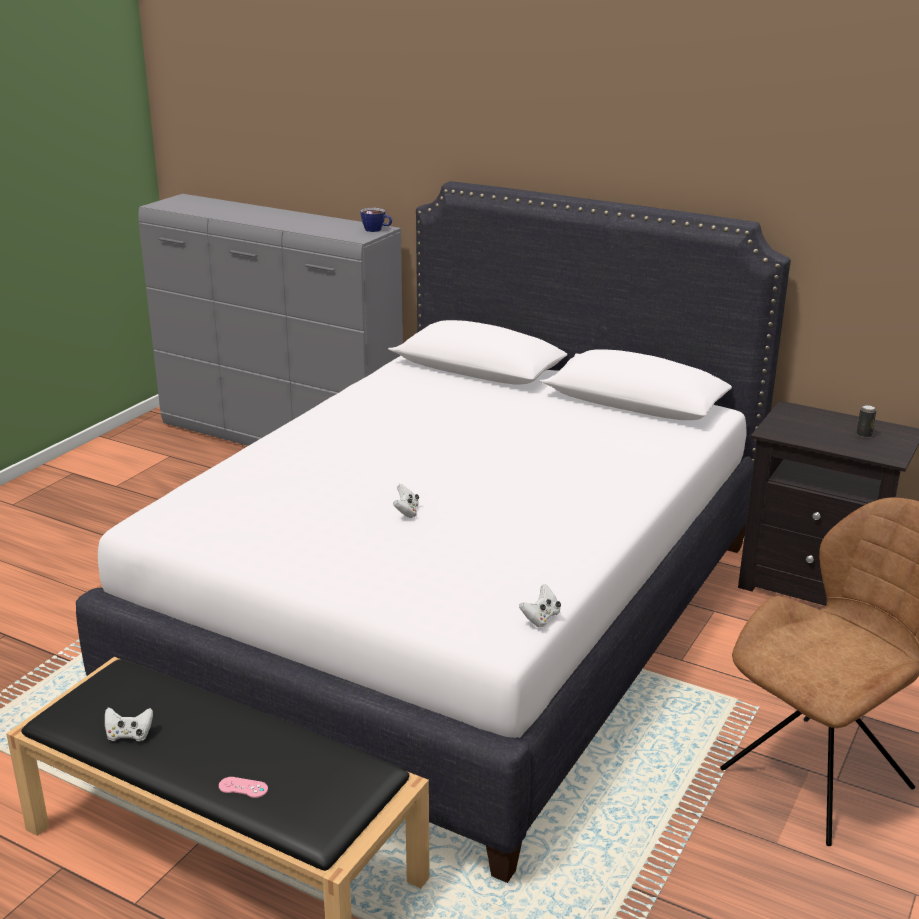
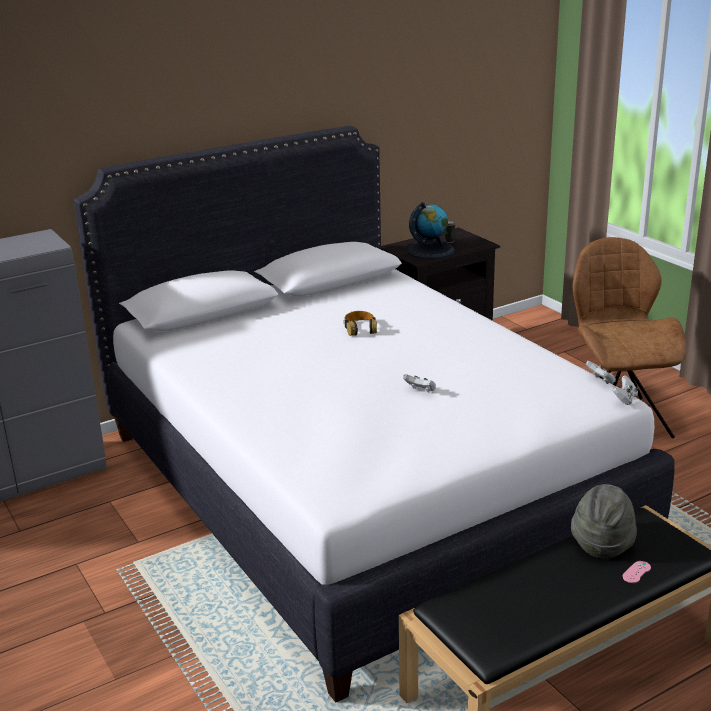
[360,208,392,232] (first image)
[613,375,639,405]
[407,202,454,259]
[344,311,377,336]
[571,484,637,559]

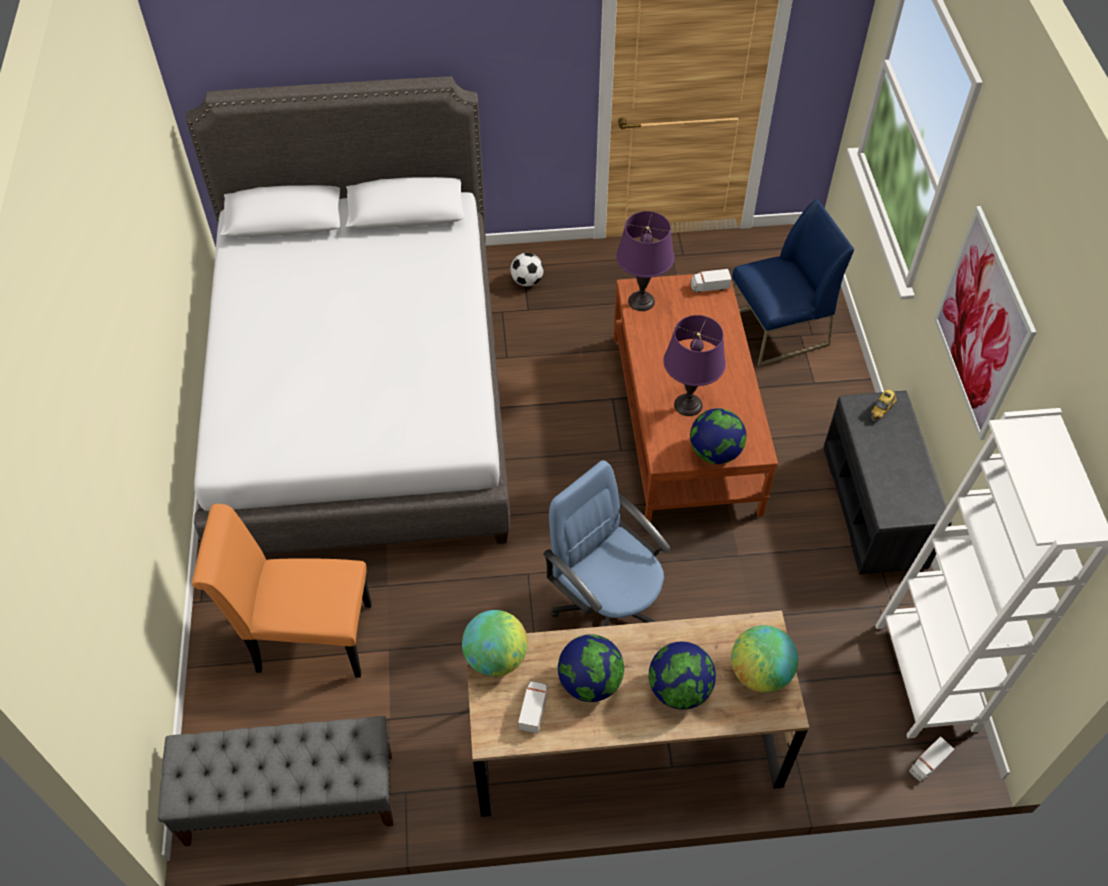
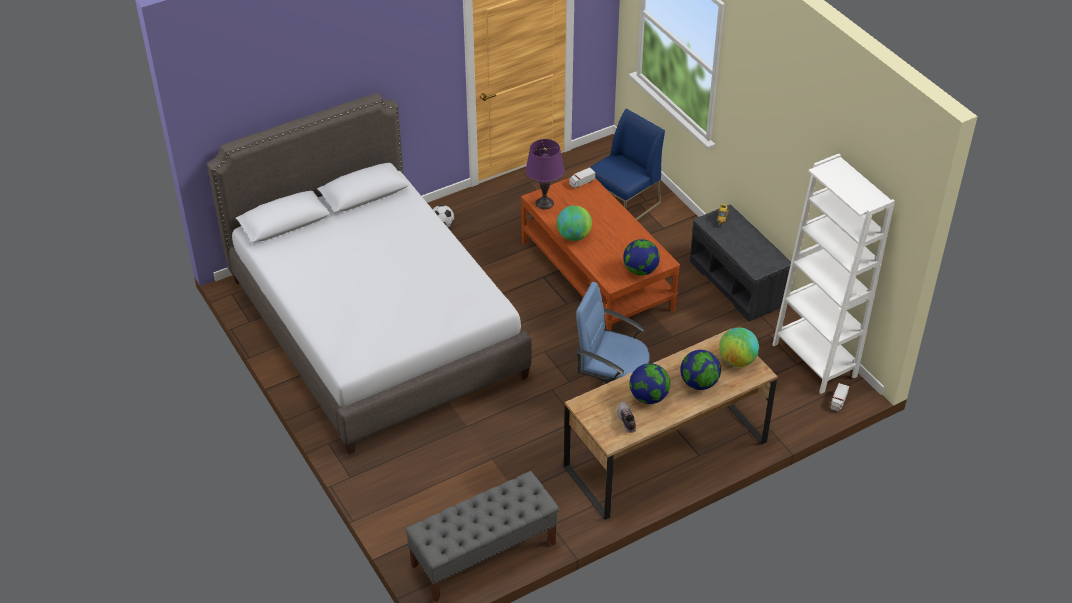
[934,206,1036,440] (first image)
[664,315,726,416] (first image)
[192,504,372,678] (first image)
[557,205,592,241]
[617,401,636,433]

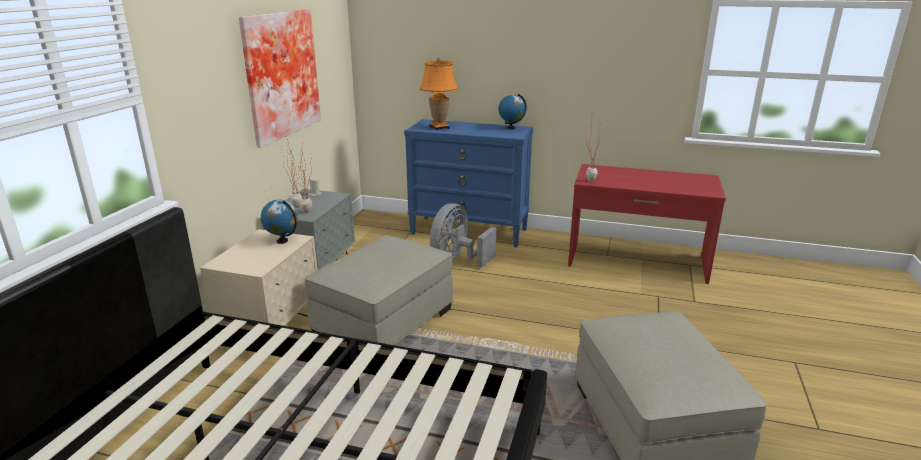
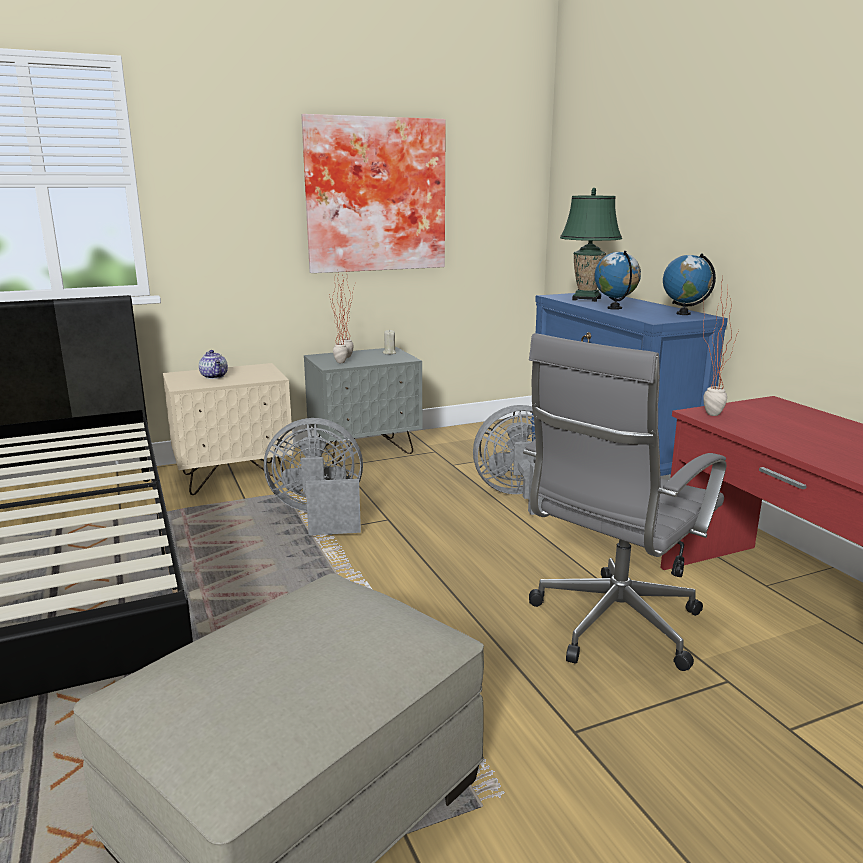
[560,188,622,302]
[594,251,641,310]
[264,418,363,535]
[523,333,726,671]
[199,350,228,379]

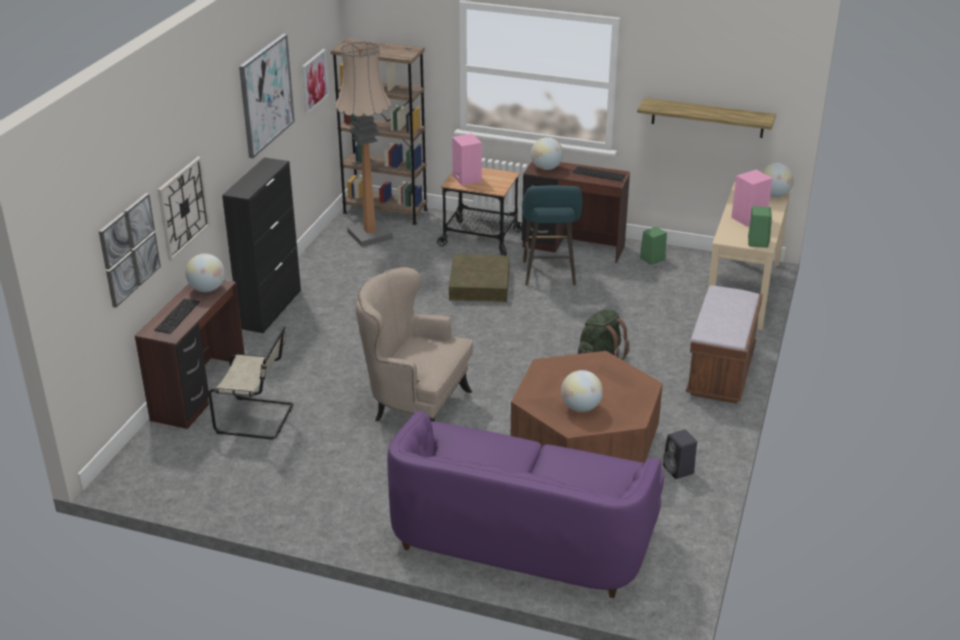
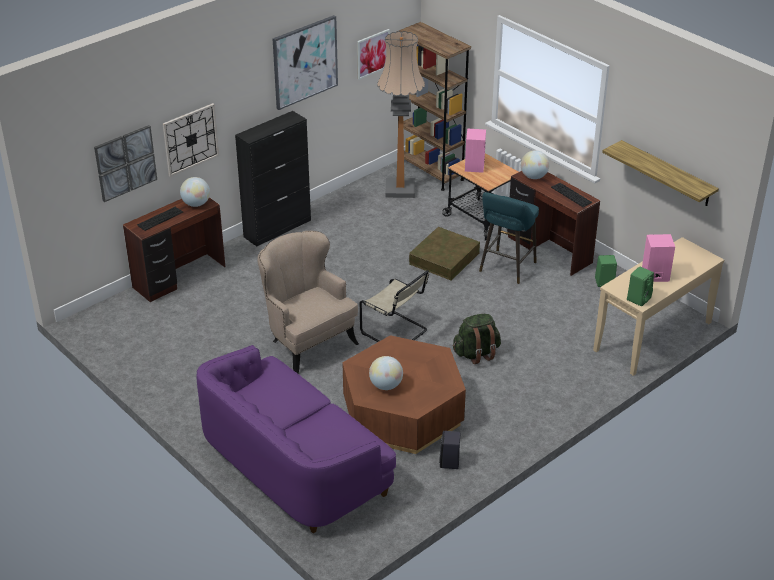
[762,163,794,197] (first image)
[686,286,763,404] (first image)
[360,270,429,342]

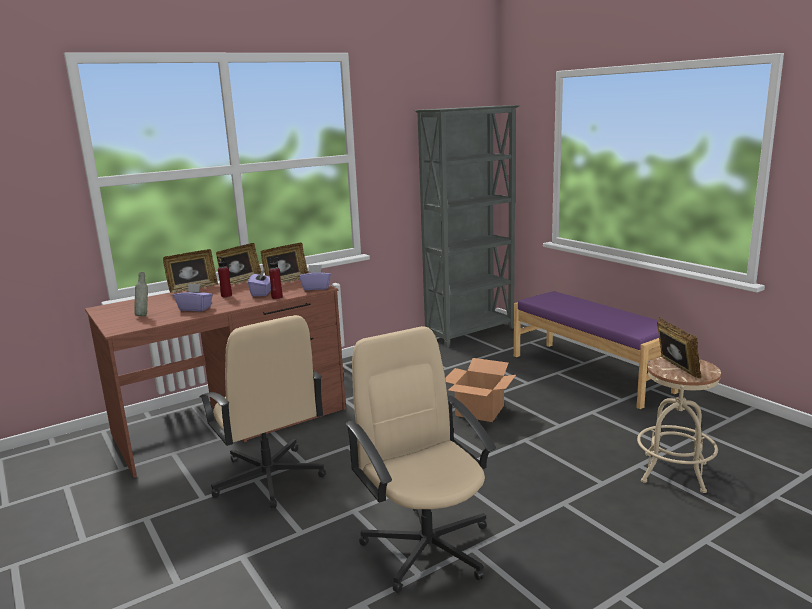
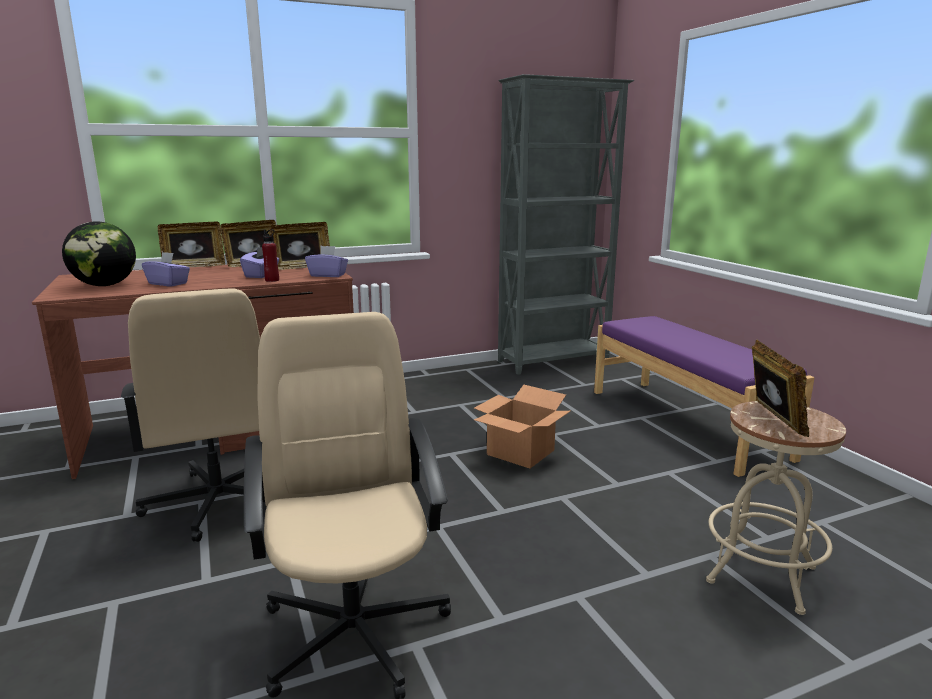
[217,257,232,297] (first image)
[62,221,136,286]

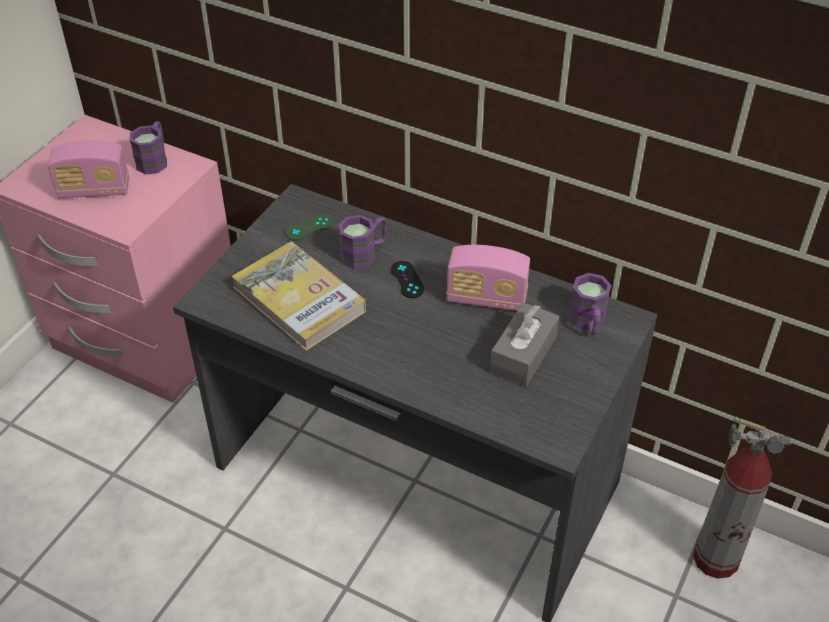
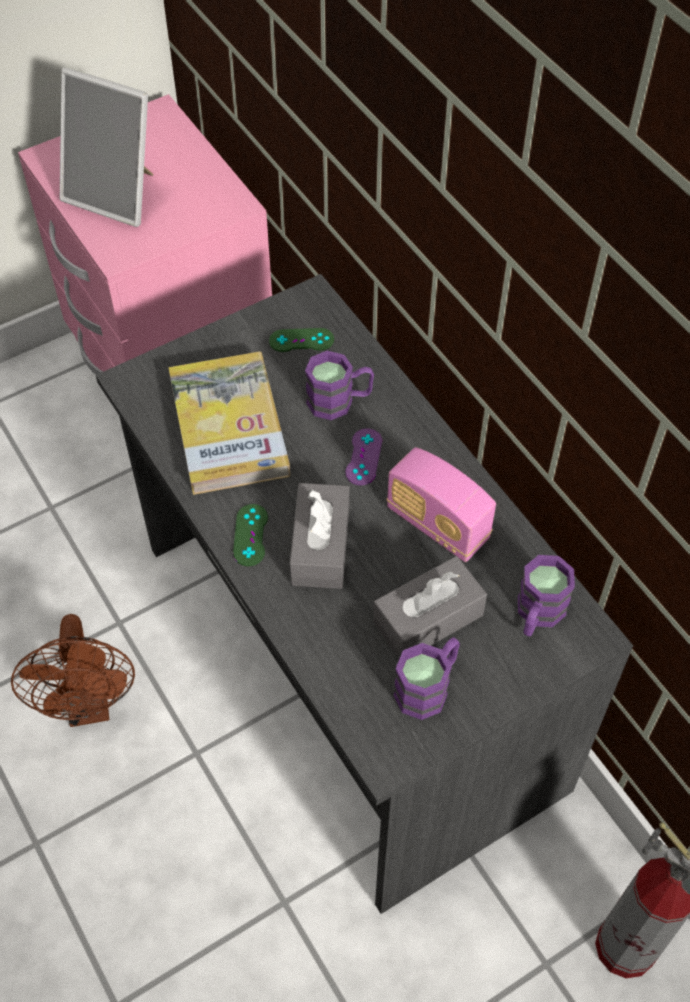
[394,637,460,720]
[60,67,153,227]
[345,429,382,485]
[290,483,350,589]
[233,504,268,566]
[11,614,135,727]

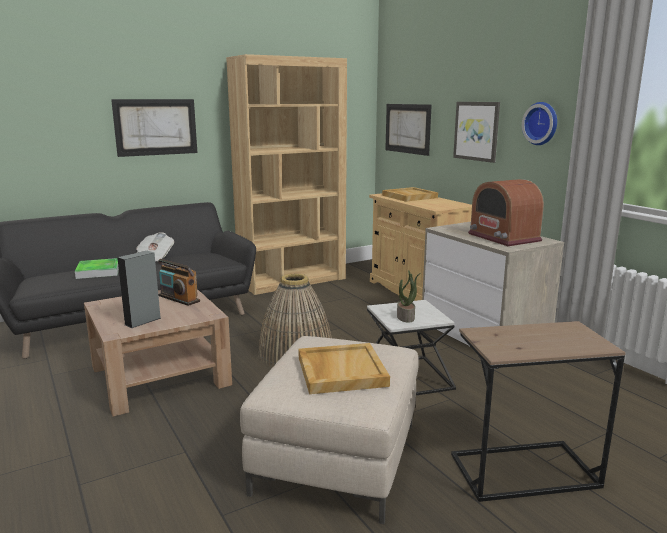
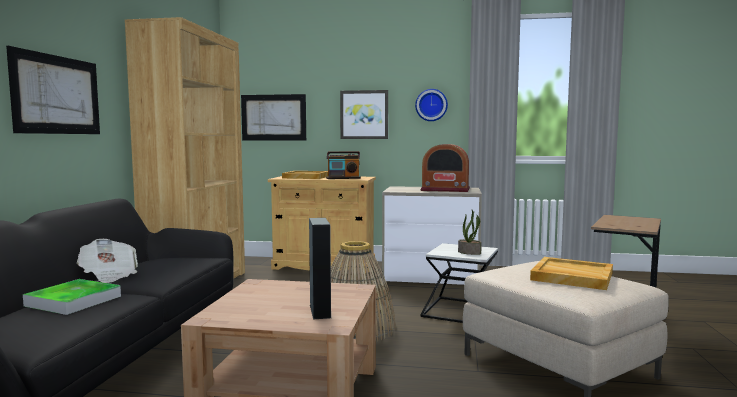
[326,151,361,179]

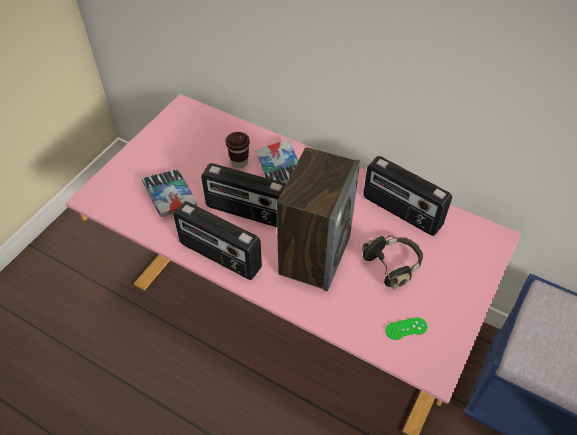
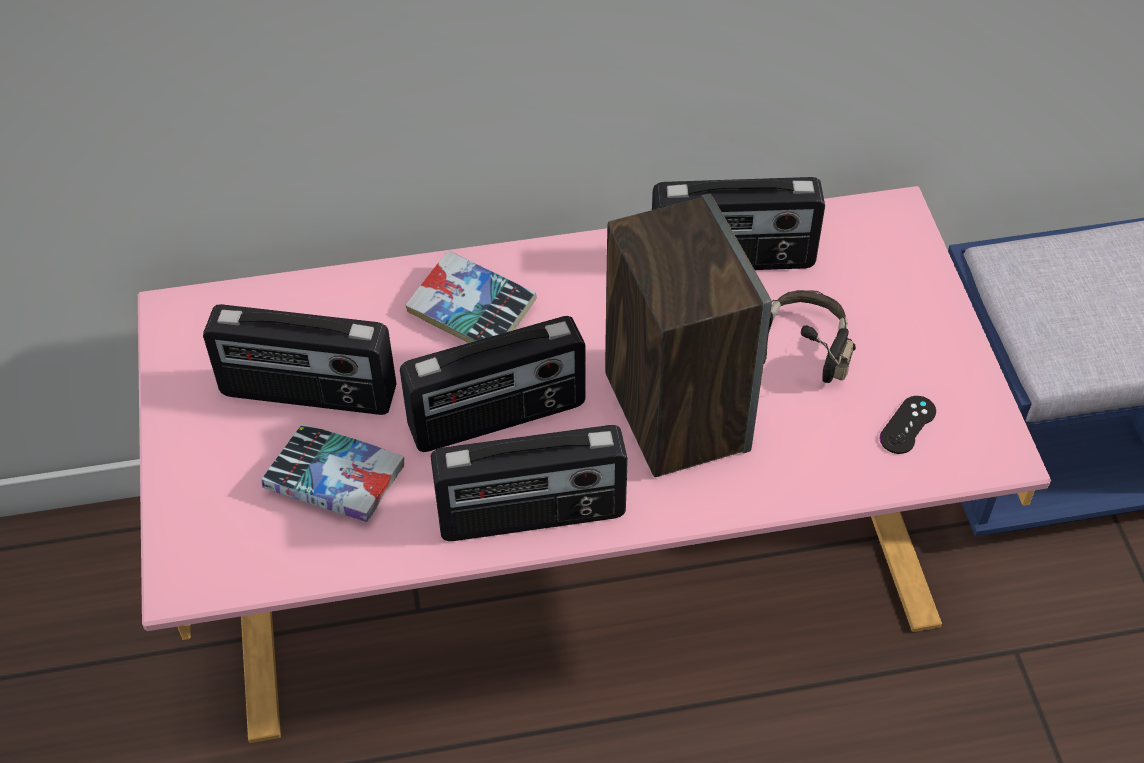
[226,132,250,168] (first image)
[880,396,936,454]
[203,304,397,415]

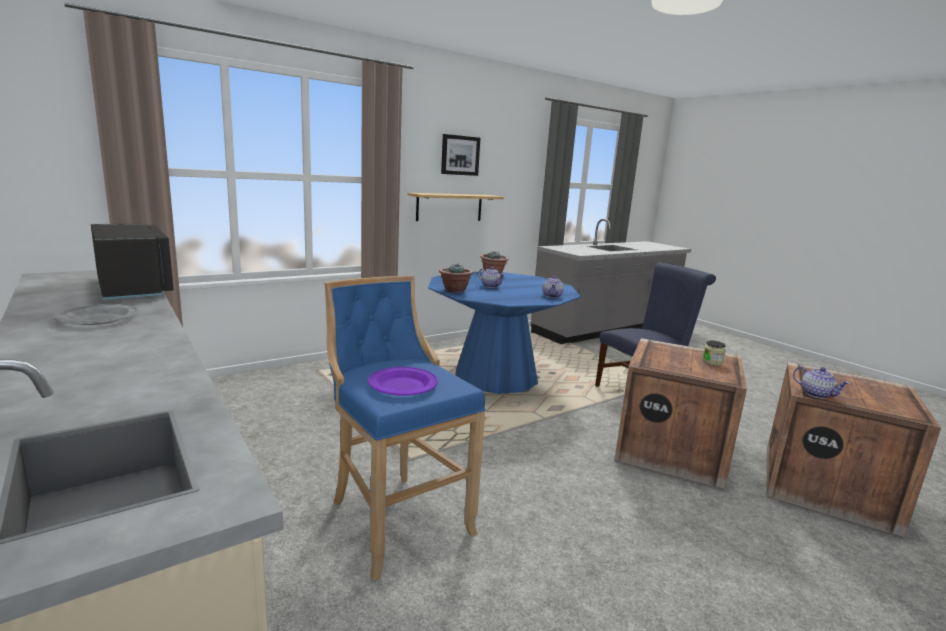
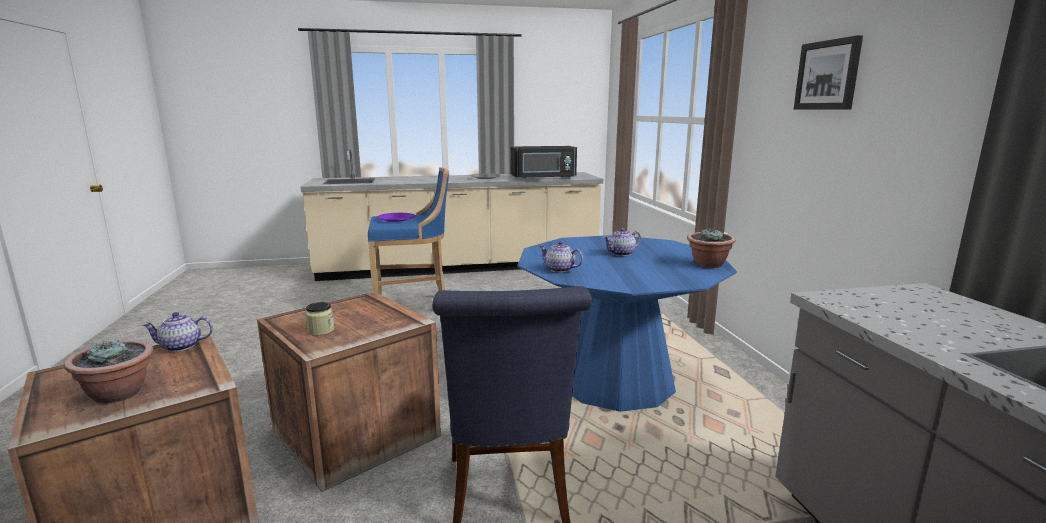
[408,193,504,221] (first image)
[64,340,153,404]

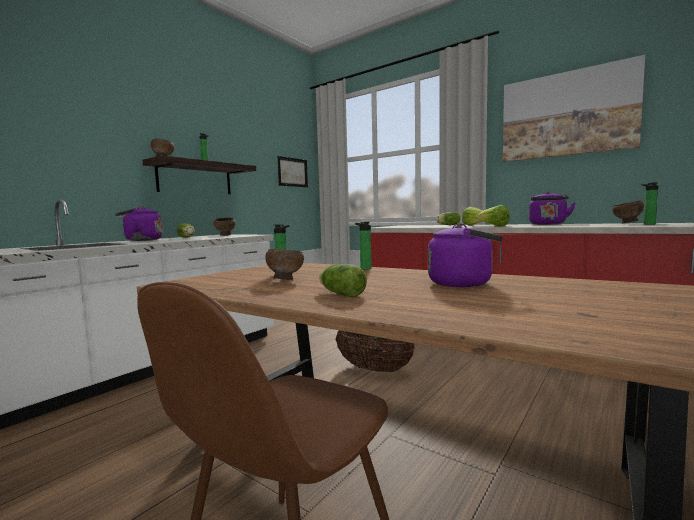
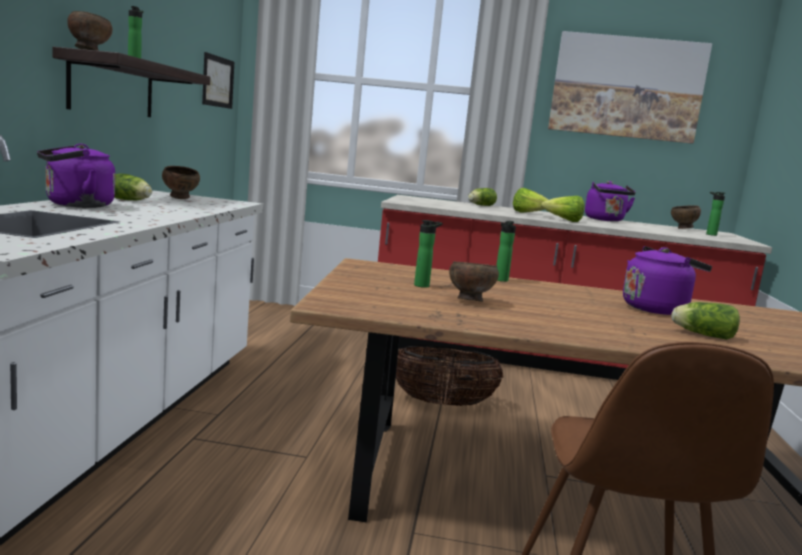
[671,302,740,340]

